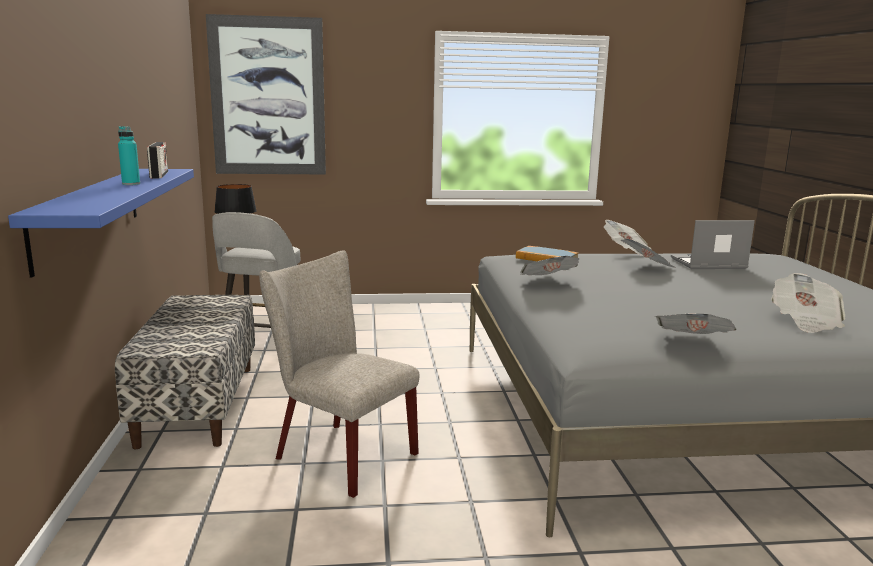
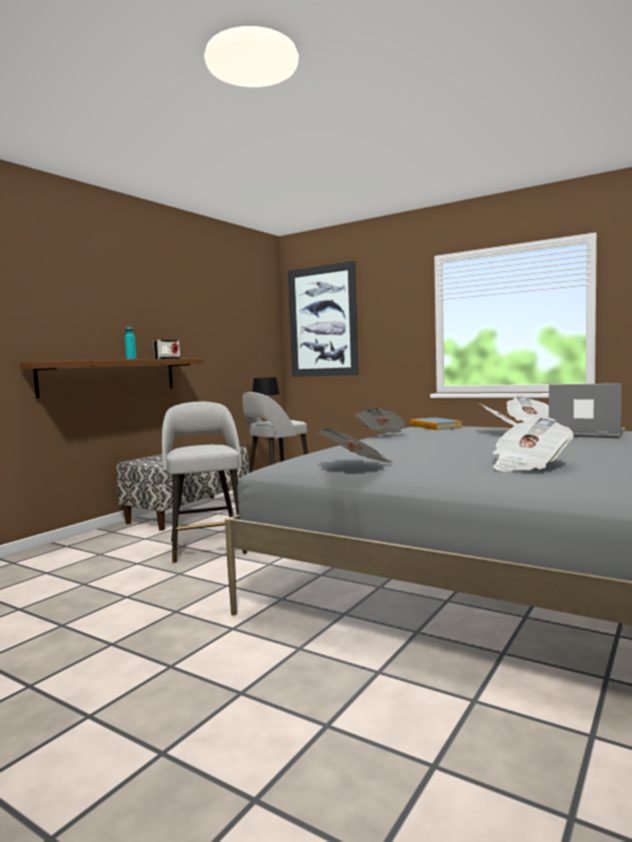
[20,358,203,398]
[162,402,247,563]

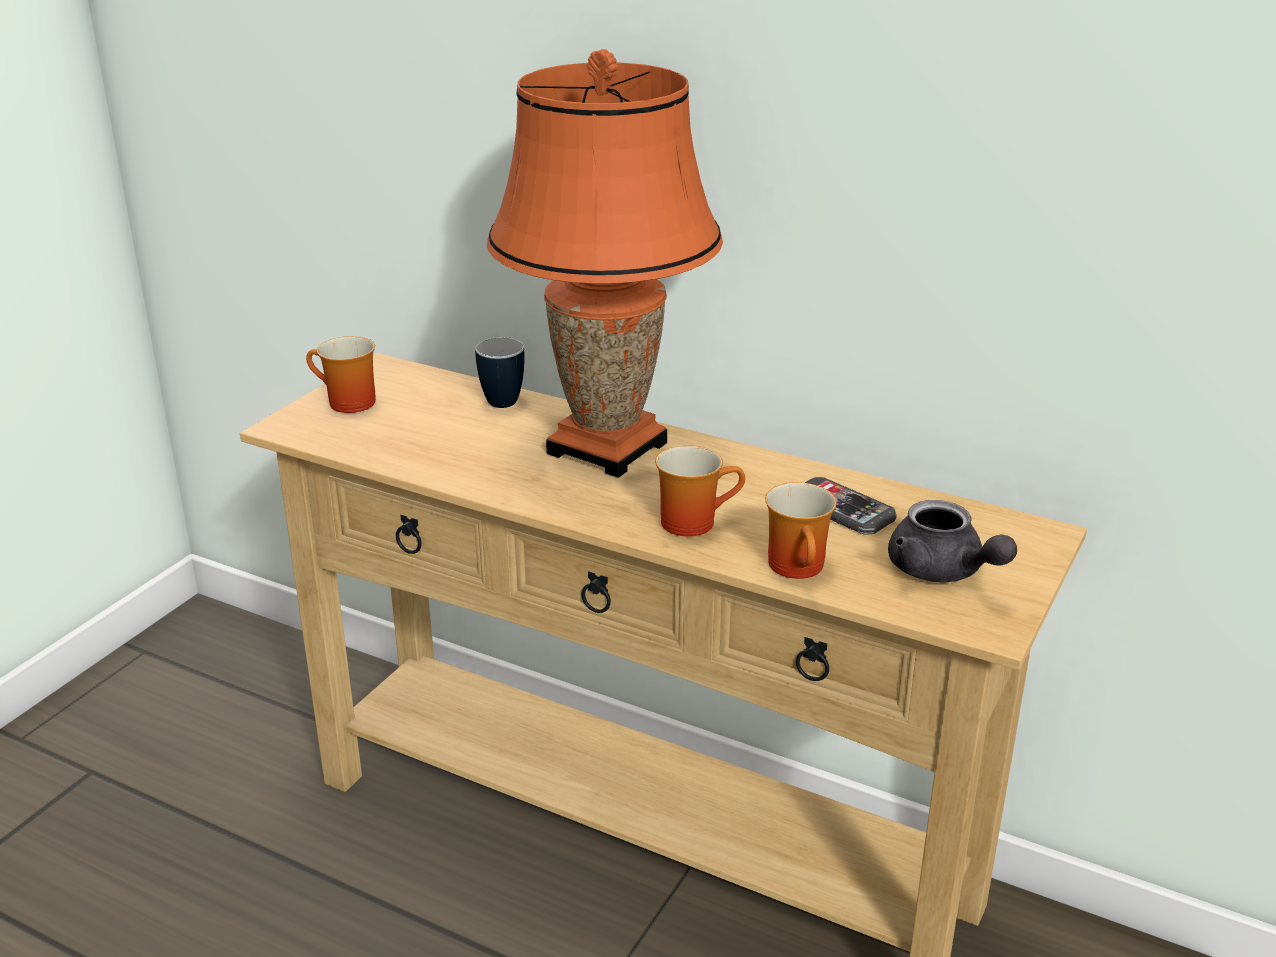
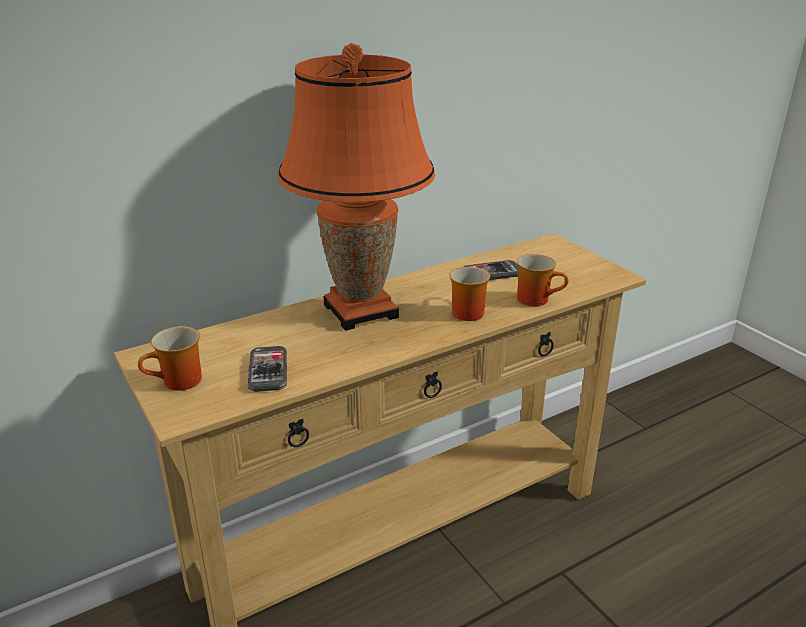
[475,337,525,408] (first image)
[888,500,1017,583] (first image)
[248,346,287,392]

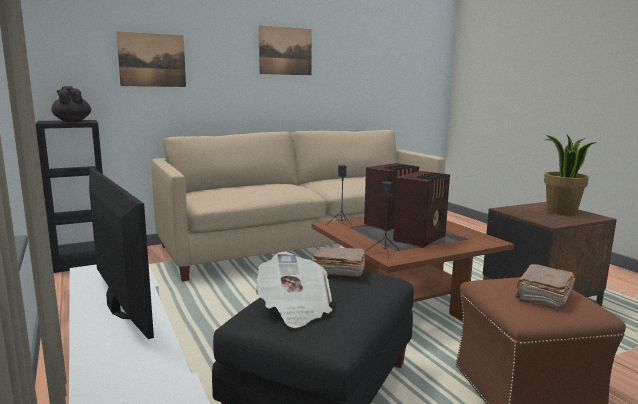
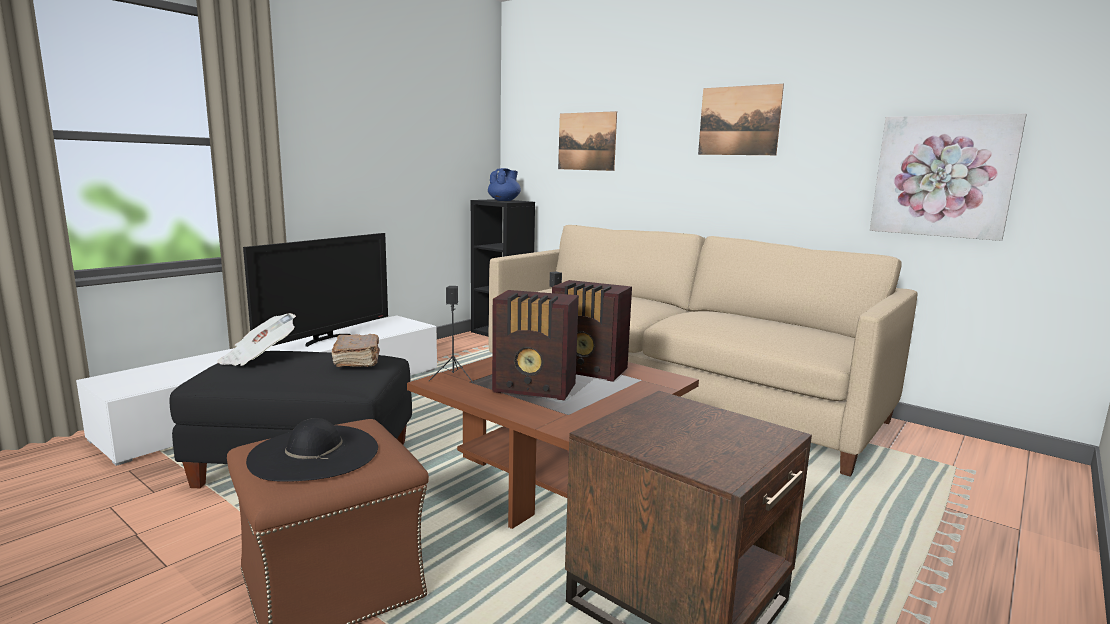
[488,168,521,201]
[544,133,597,215] (first image)
[246,418,378,482]
[870,113,1027,241]

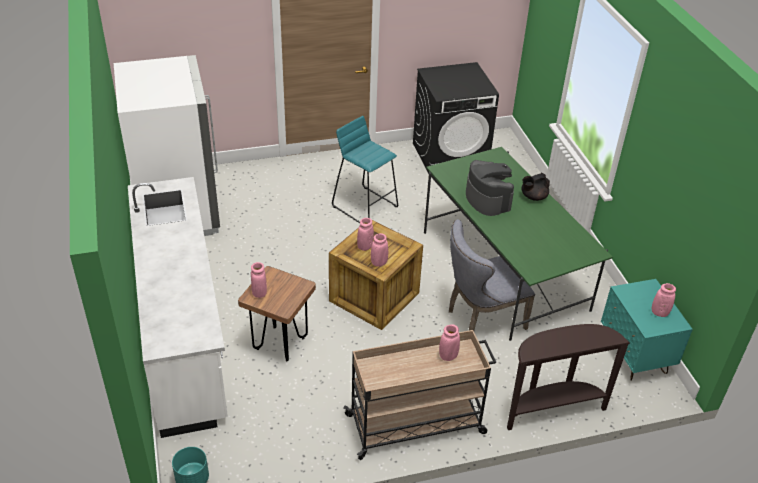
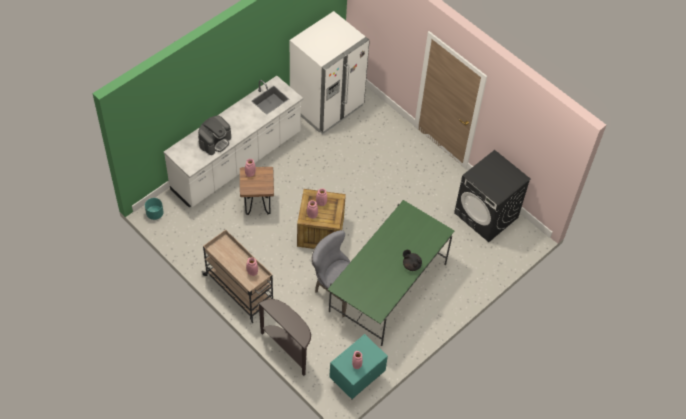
[332,116,398,223] (first image)
[198,116,231,155]

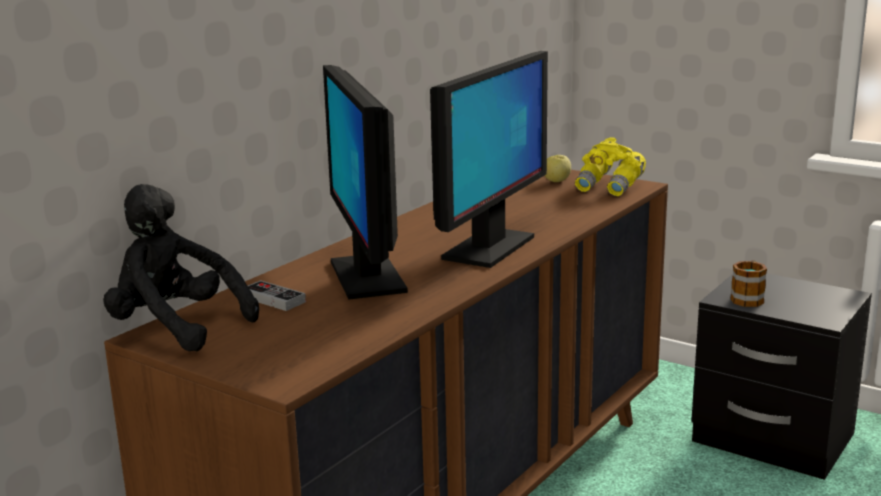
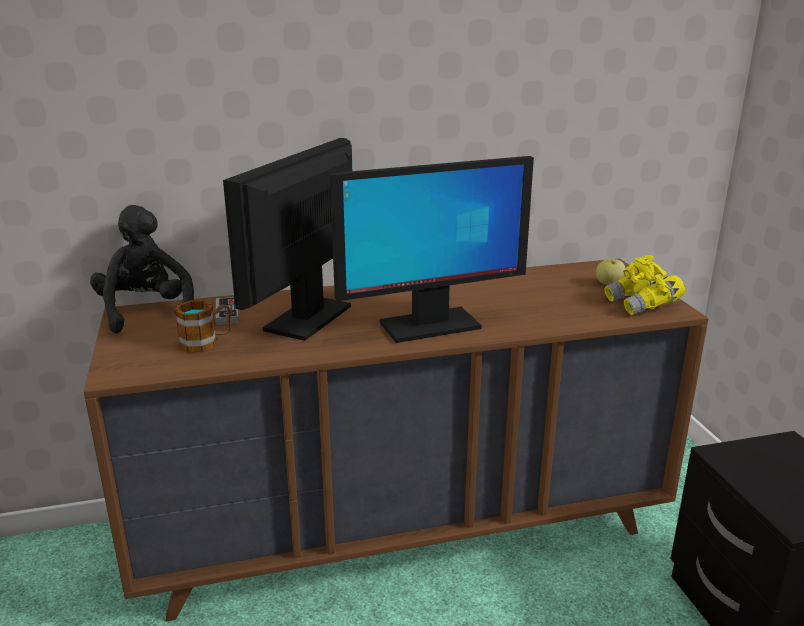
[175,300,231,353]

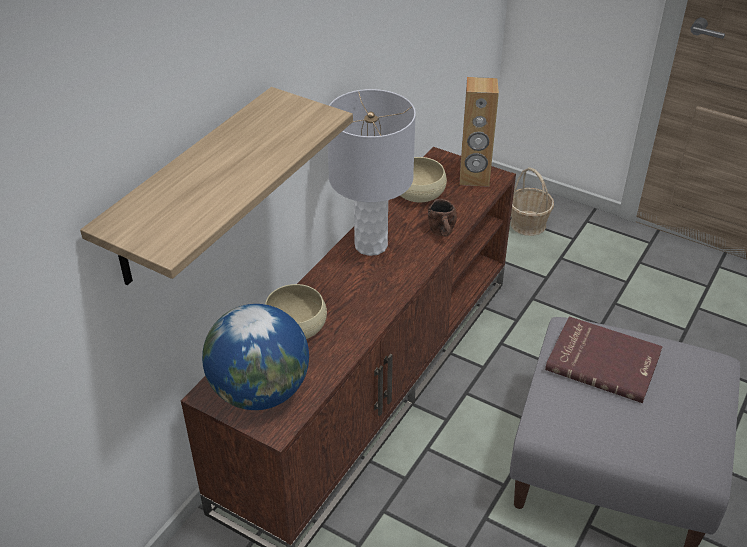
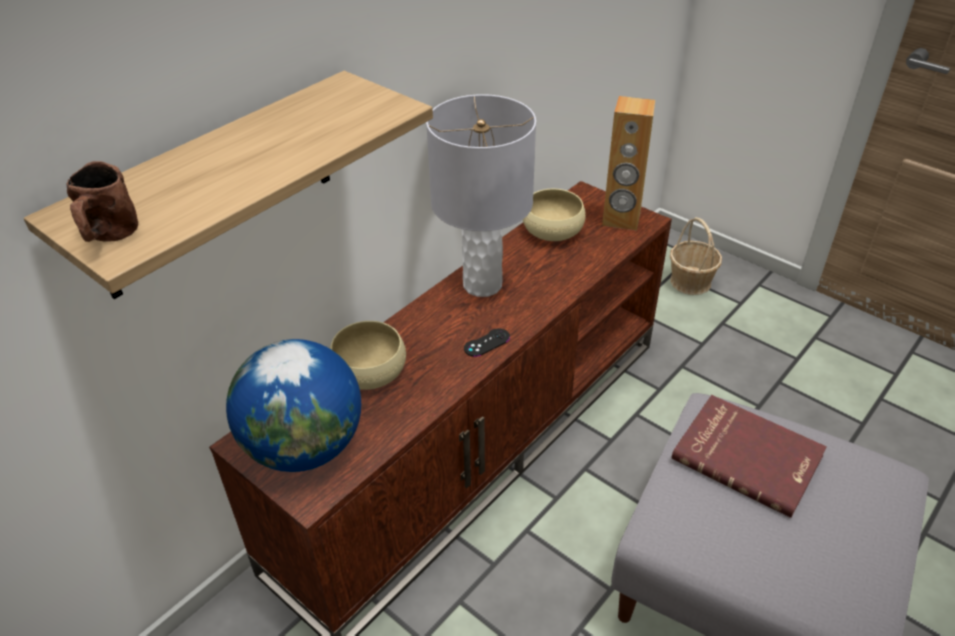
[67,161,138,242]
[464,328,510,357]

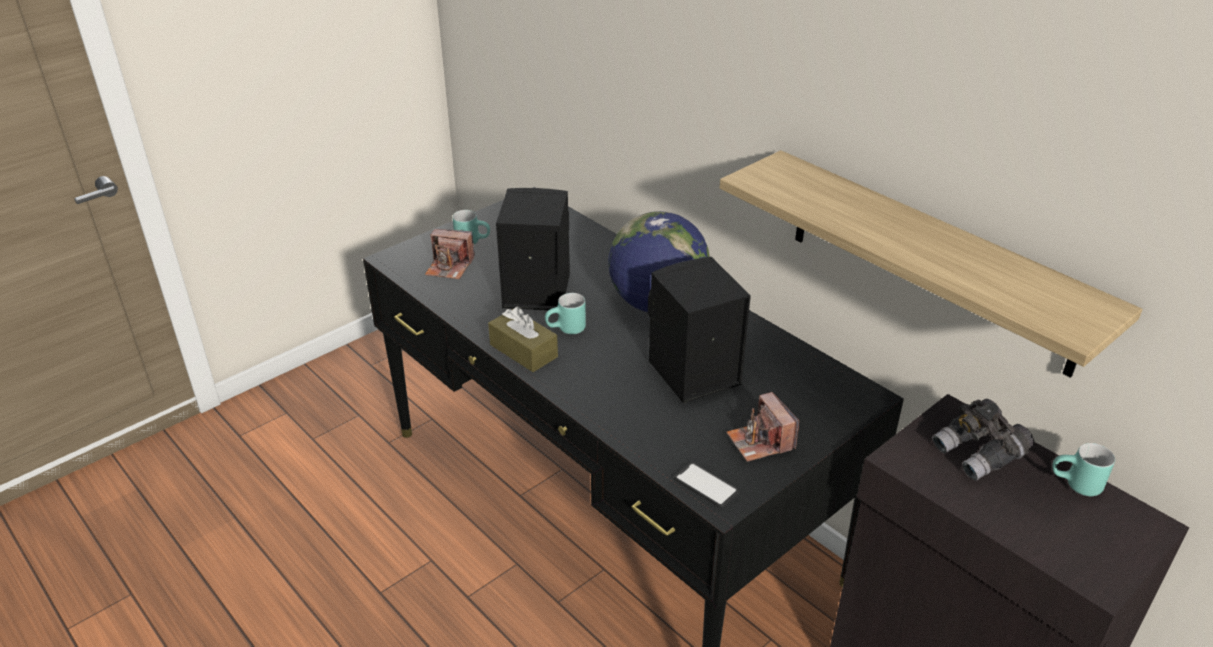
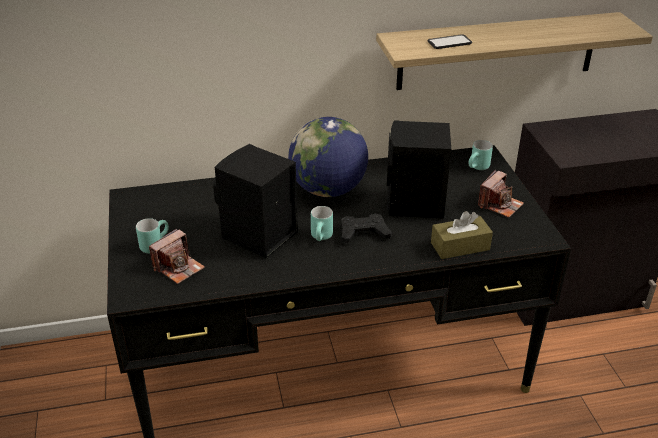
[431,211,493,259]
[478,170,524,218]
[932,399,1035,481] (first image)
[469,140,493,170]
[427,34,472,49]
[341,214,392,243]

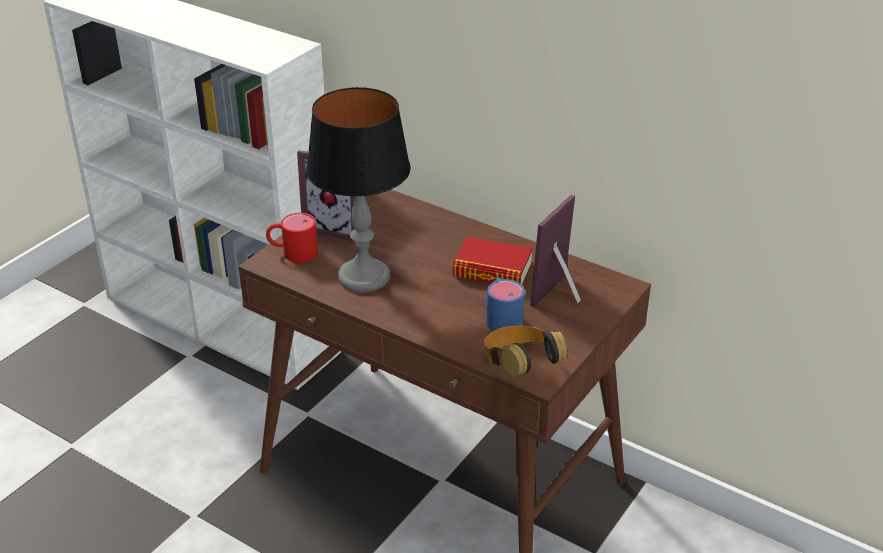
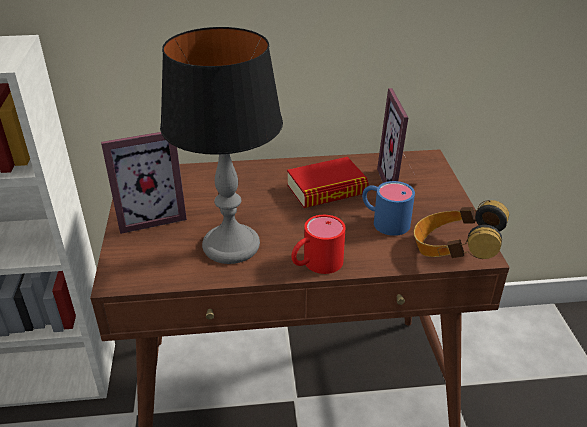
[291,215,346,274]

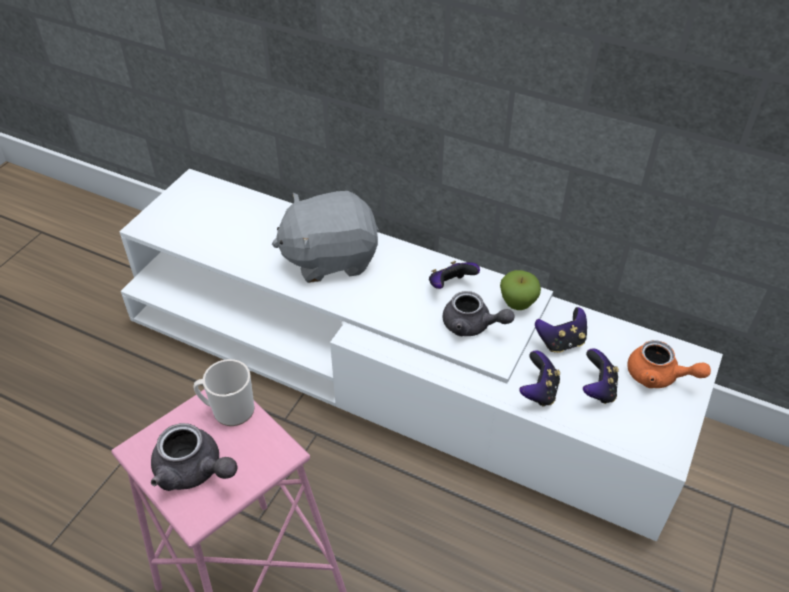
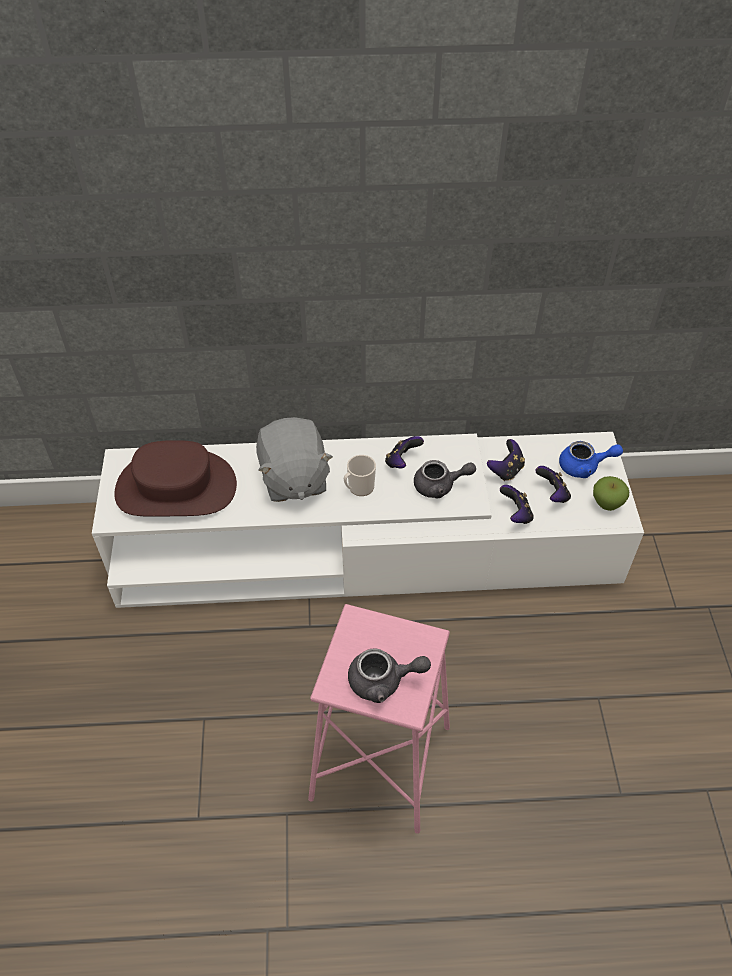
[256,417,333,502]
[593,476,629,511]
[559,441,623,478]
[344,455,376,496]
[114,440,237,517]

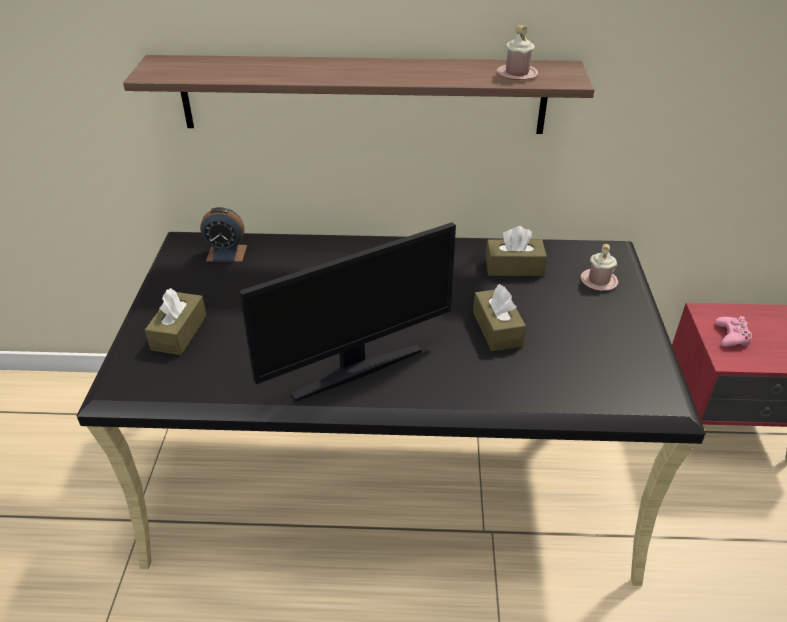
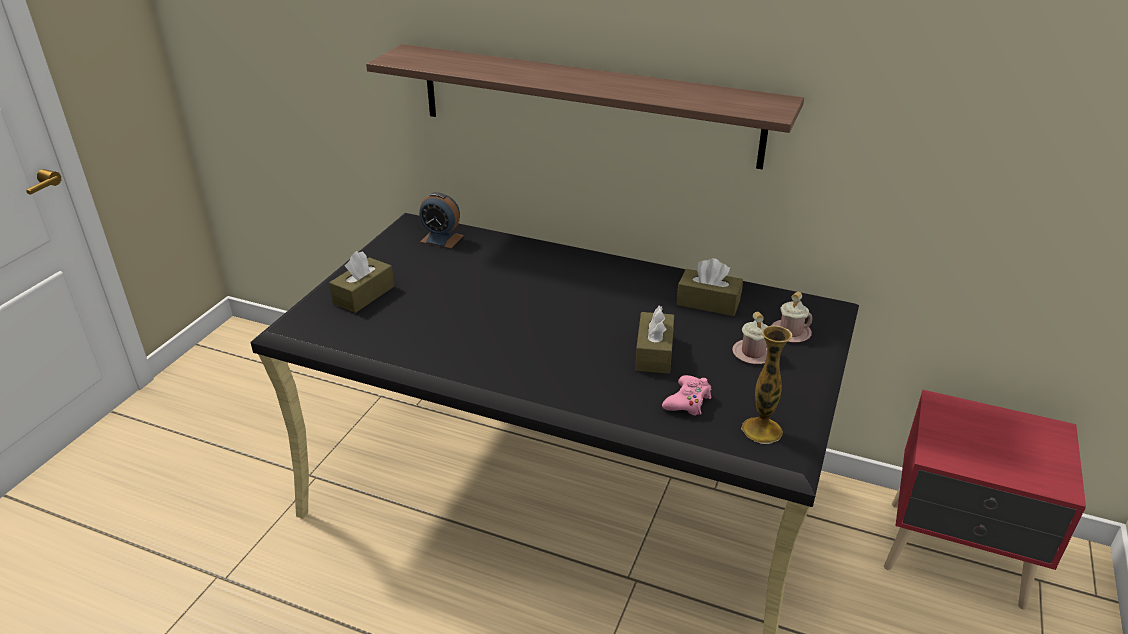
[732,312,768,364]
[239,222,456,402] (first image)
[662,375,712,416]
[741,325,792,444]

